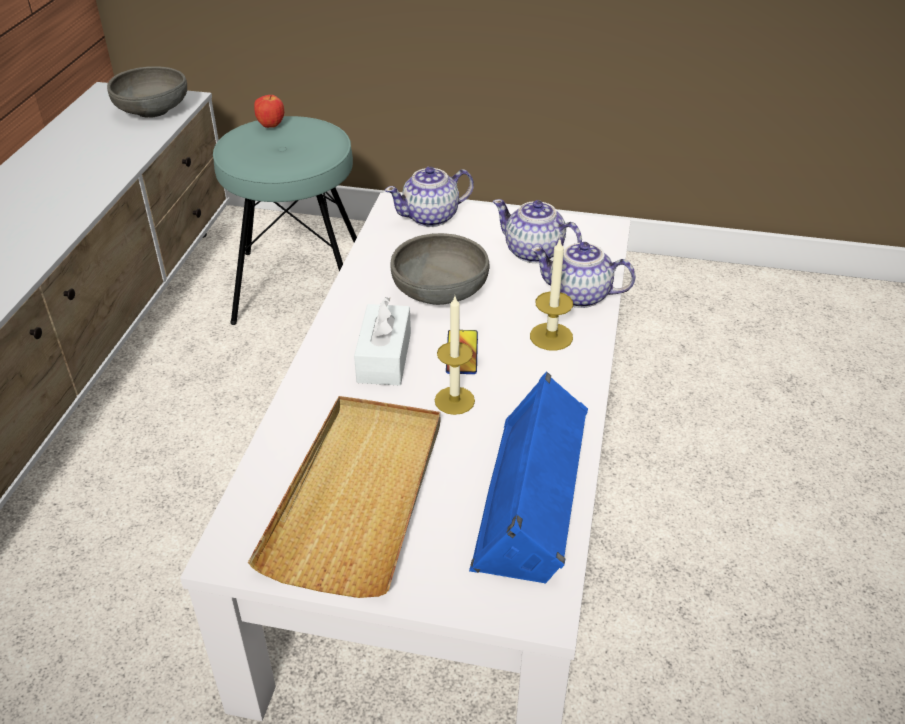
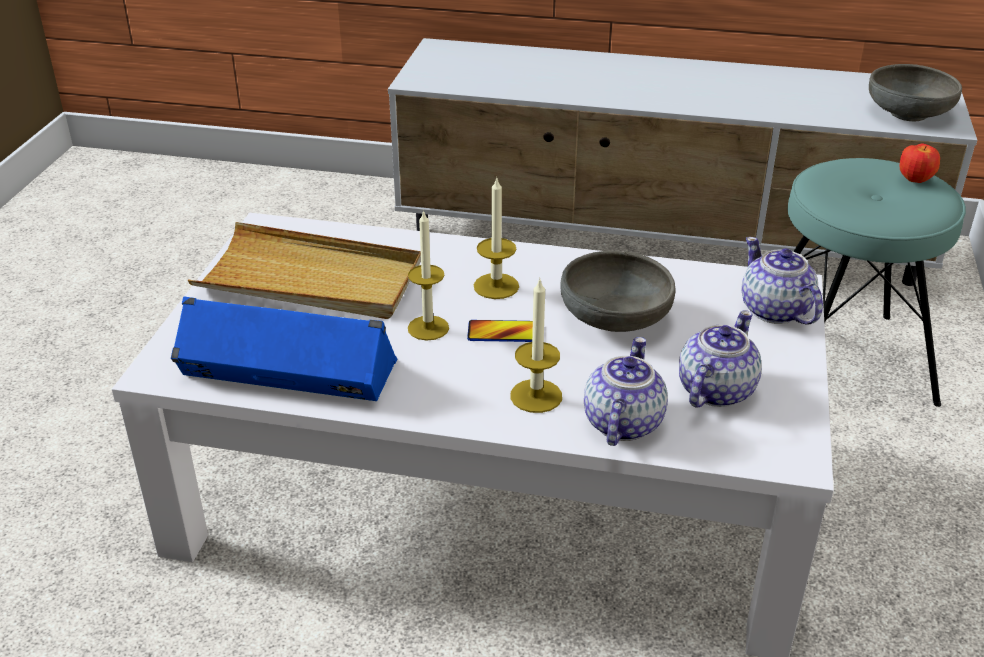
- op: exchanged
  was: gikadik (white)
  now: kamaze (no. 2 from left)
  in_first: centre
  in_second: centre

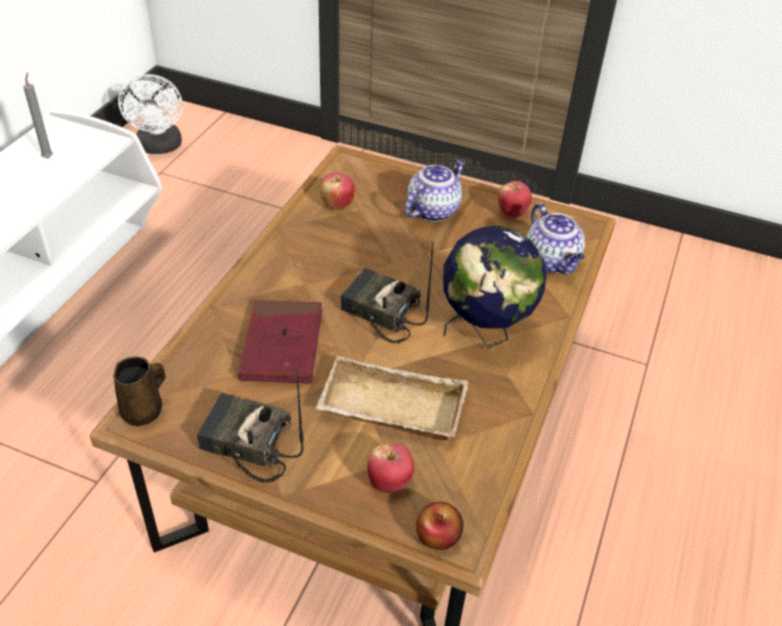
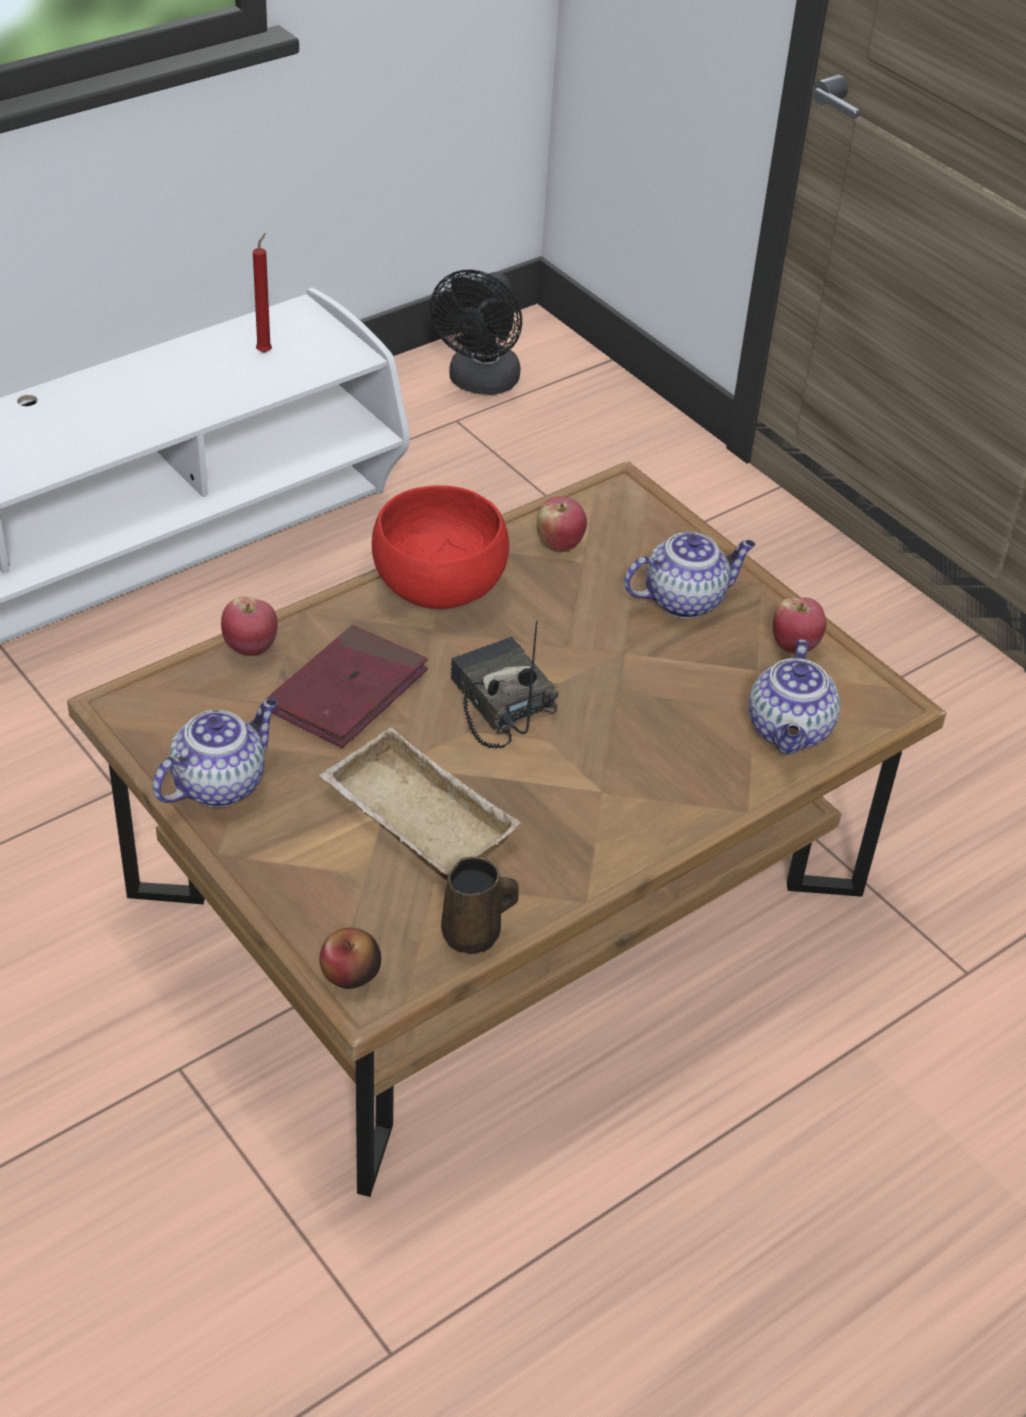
- op: missing
  was: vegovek
  in_first: centre
- op: appeared
  now: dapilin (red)
  in_second: centre
- op: relocated
  was: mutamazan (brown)
  in_first: middle left
  in_second: centre
- op: relocated
  was: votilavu (no. 2 from left in the first image)
  now: votilavu (no. 1 from left)
  in_first: bottom centre
  in_second: middle left
- op: exchanged
  was: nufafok (no. 1 from left)
  now: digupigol (no. 1 from left)
  in_first: bottom left
  in_second: middle left
- op: colour
  was: kamaze (grey)
  now: kamaze (red)
  in_first: top left
  in_second: top left
- op: colour
  was: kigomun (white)
  now: kigomun (black)
  in_first: top left
  in_second: top centre

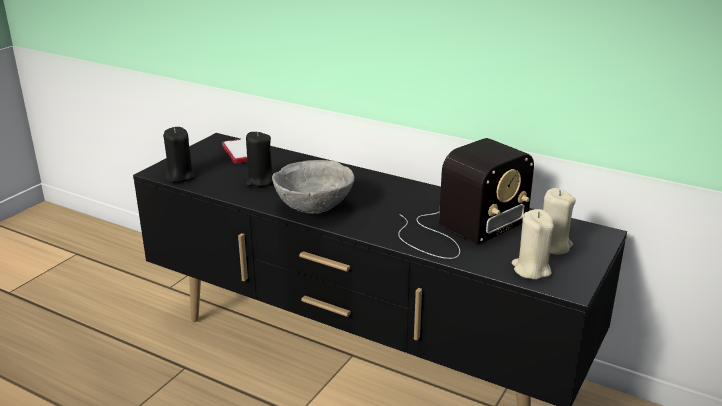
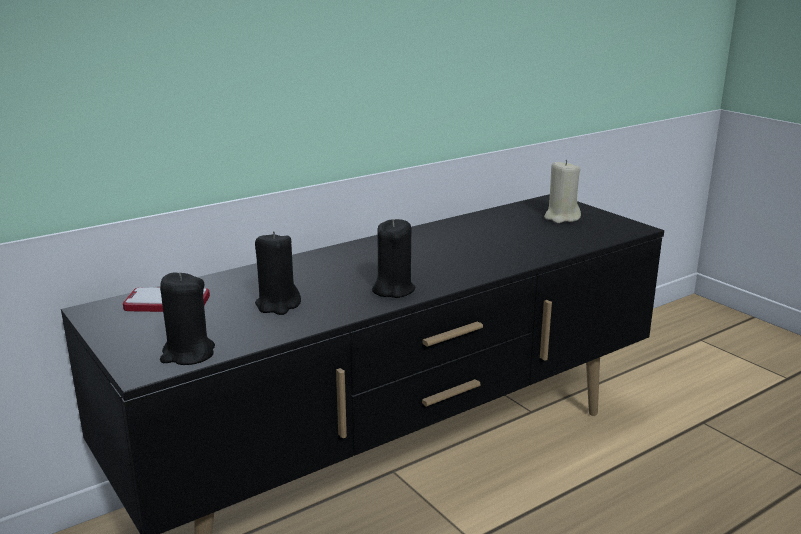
- op: missing
  was: nufafok
  in_first: centre
- op: missing
  was: kamaze (beige) (no. 1 from left)
  in_first: middle right
- op: exchanged
  was: dapilin (grey)
  now: kamaze (black) (no. 3 from left)
  in_first: centre
  in_second: centre

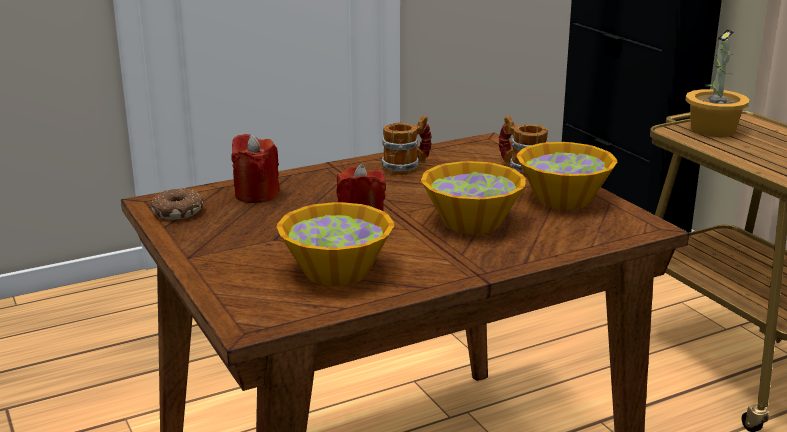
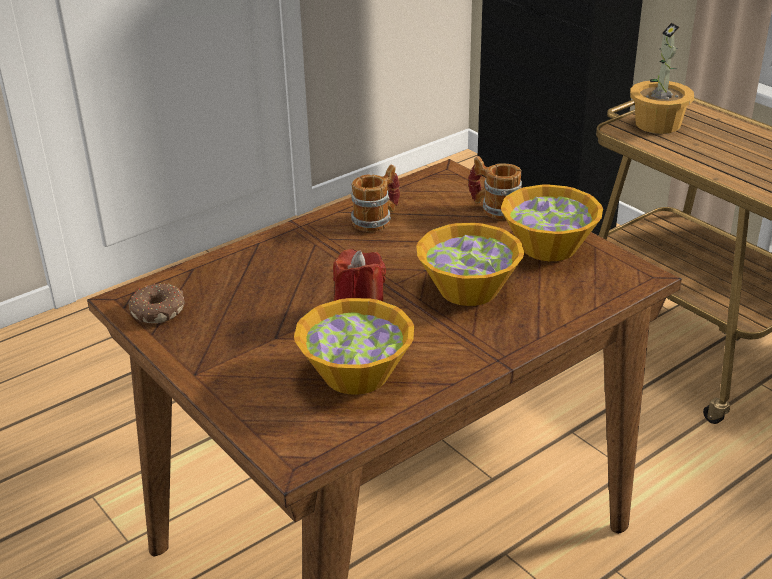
- op: missing
  was: kamaze (red) (no. 1 from left)
  in_first: middle left

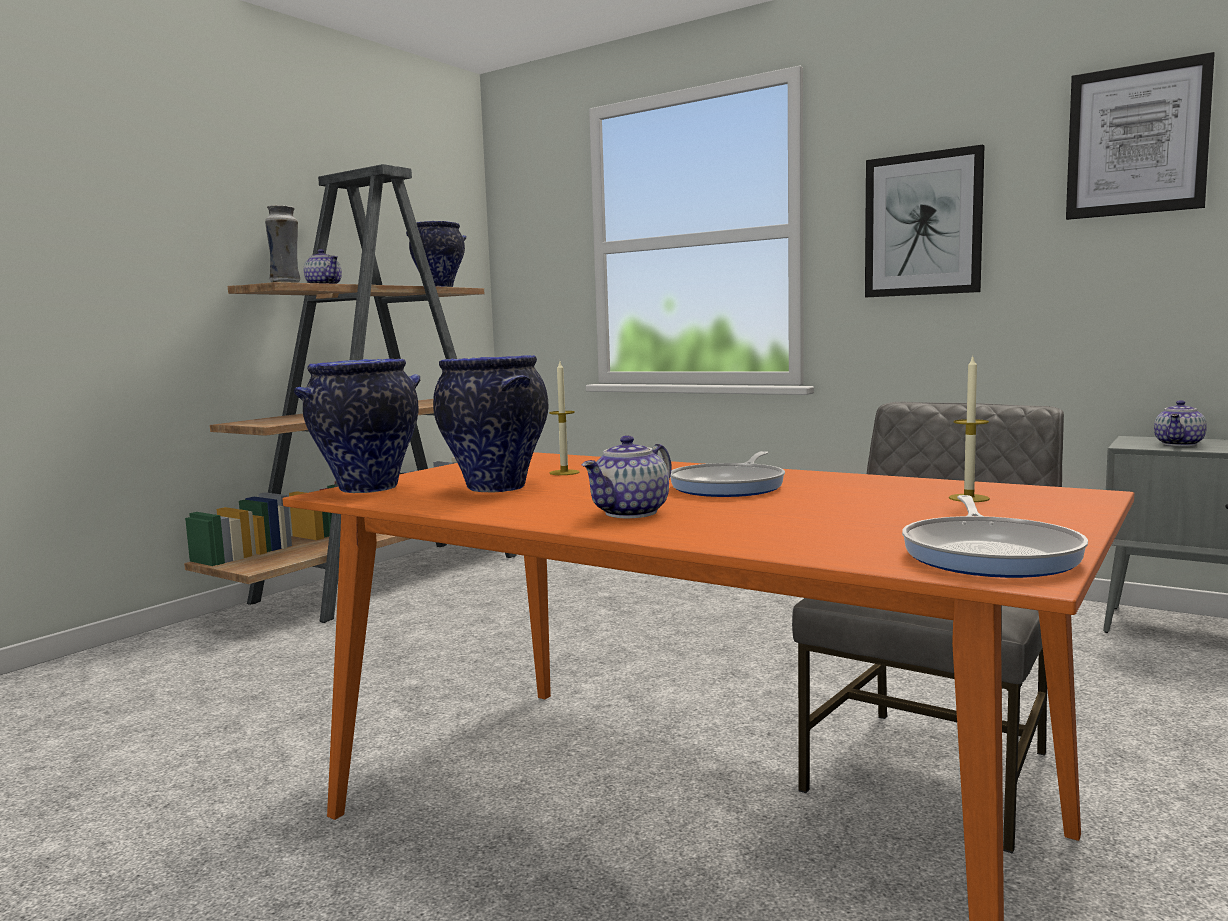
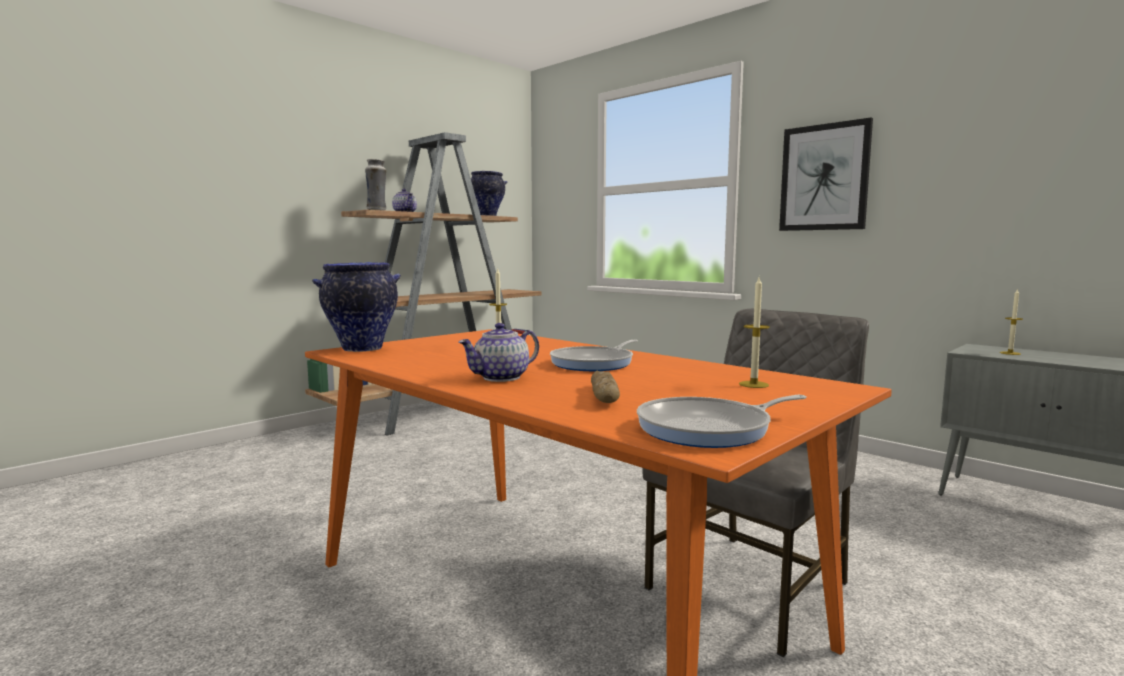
- op: missing
  was: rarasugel (no. 4 from left)
  in_first: centre
- op: missing
  was: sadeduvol (no. 2 from left)
  in_first: top right
- op: appeared
  now: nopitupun
  in_second: centre
- op: exchanged
  was: digupigol (no. 3 from left)
  now: kamaze (no. 3 from left)
  in_first: middle right
  in_second: middle right
- op: spun
  was: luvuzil (no. 2 from left)
  in_first: middle right
  in_second: centre
  clockwise: 45

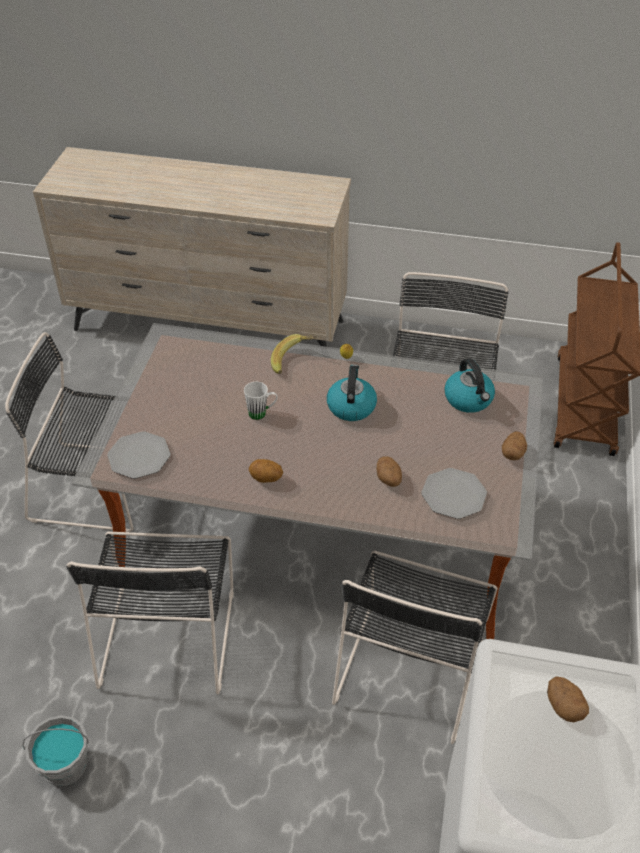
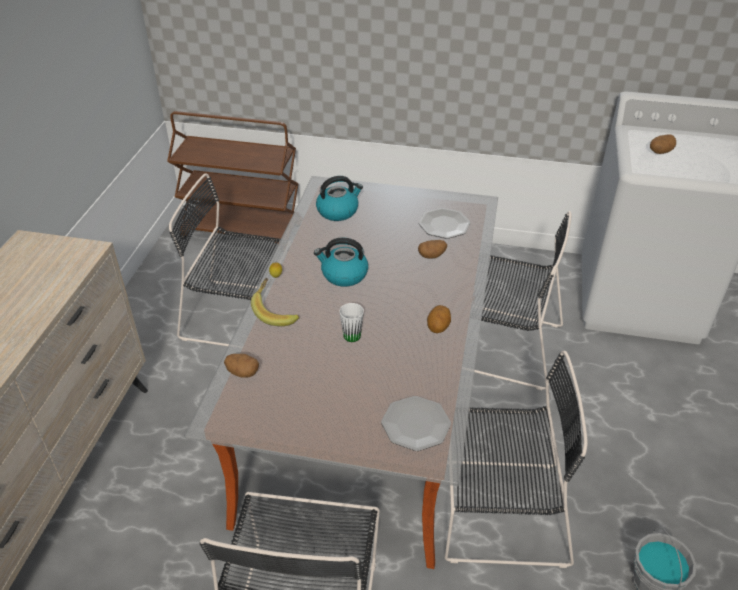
- op: relocated
  was: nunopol (no. 3 from left in the first image)
  now: nunopol (no. 1 from left)
  in_first: middle right
  in_second: middle left

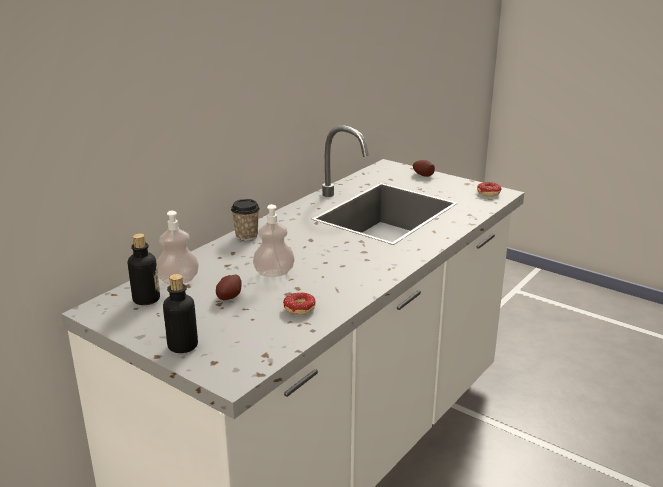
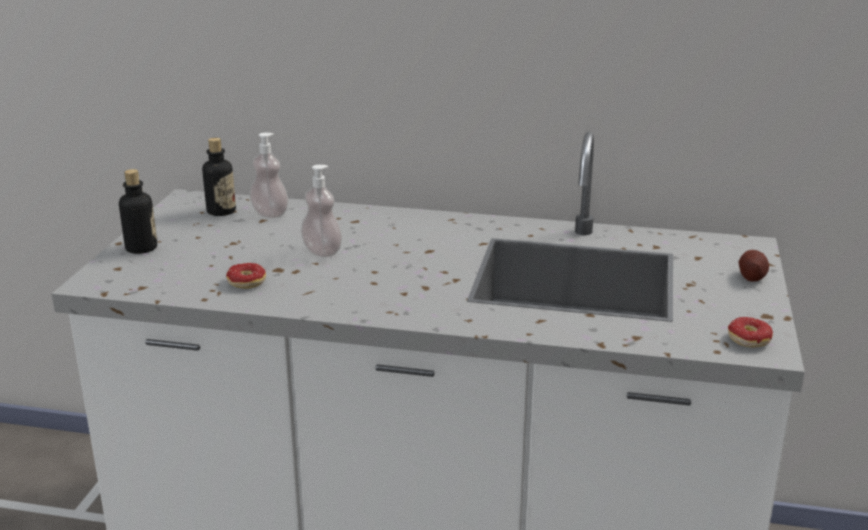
- op: missing
  was: nunopol (no. 1 from left)
  in_first: centre
- op: missing
  was: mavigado
  in_first: centre

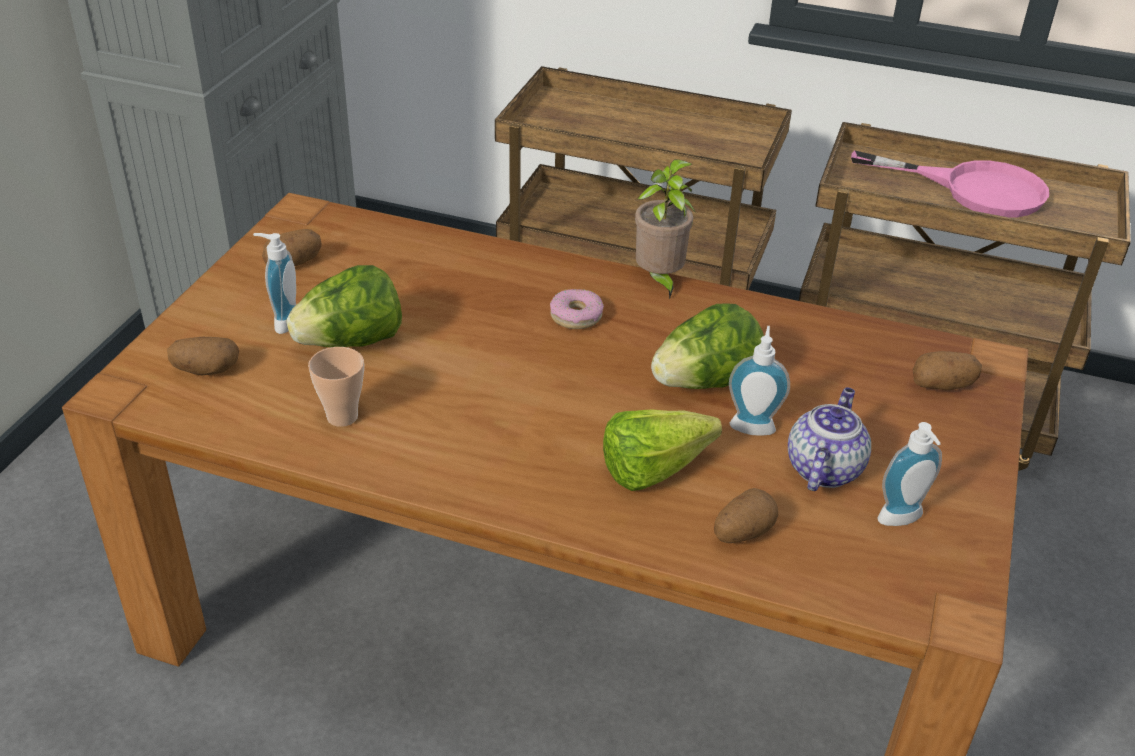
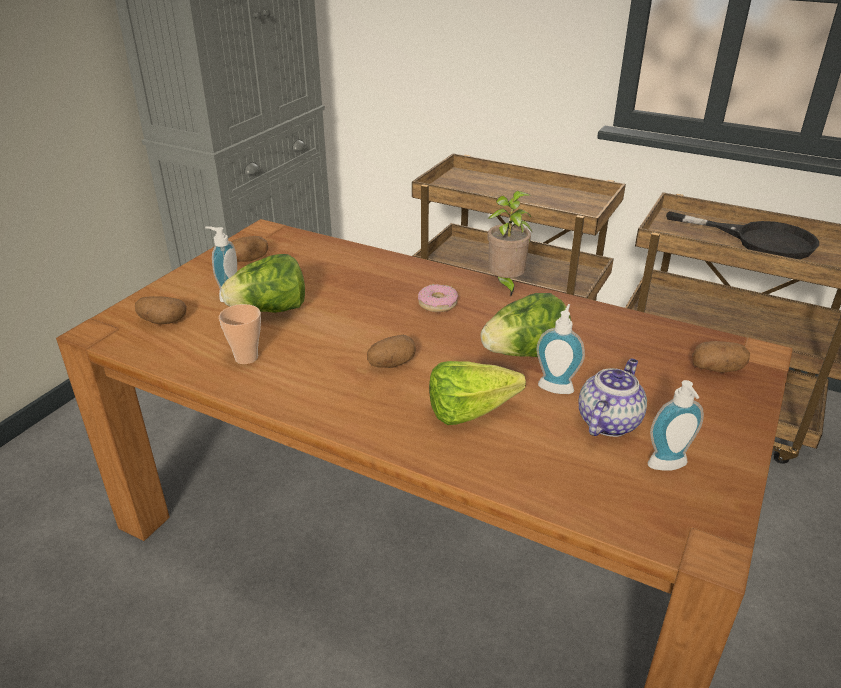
- op: relocated
  was: nunopol (no. 3 from left)
  in_first: bottom centre
  in_second: centre
- op: colour
  was: luvuzil (pink)
  now: luvuzil (black)
  in_first: top right
  in_second: middle right

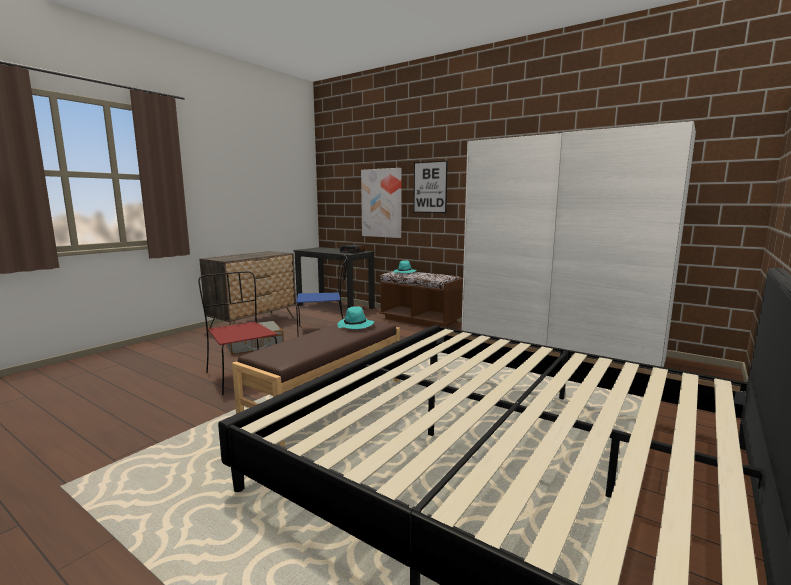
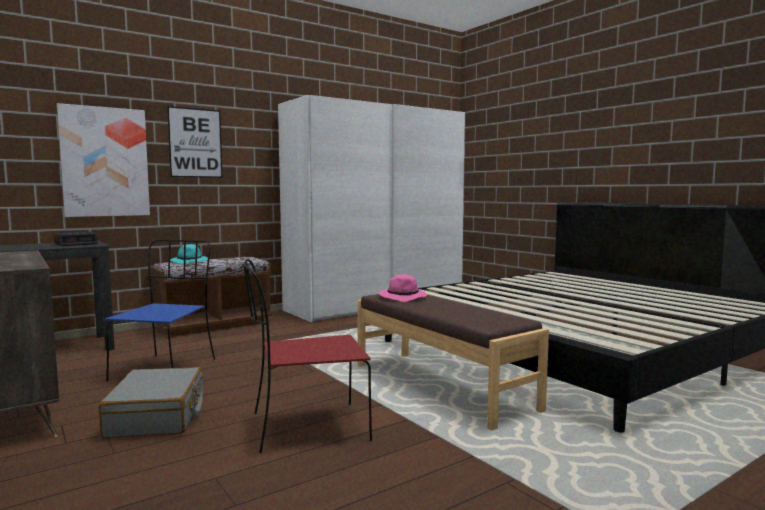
- op: colour
  was: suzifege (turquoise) (no. 1 from left)
  now: suzifege (pink)
  in_first: centre
  in_second: centre

